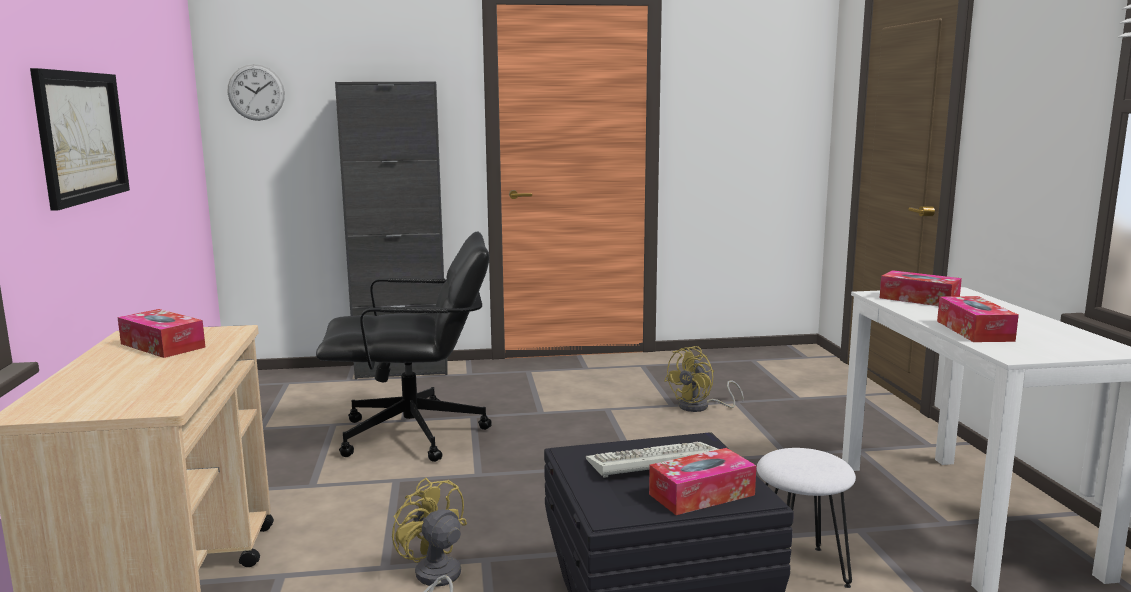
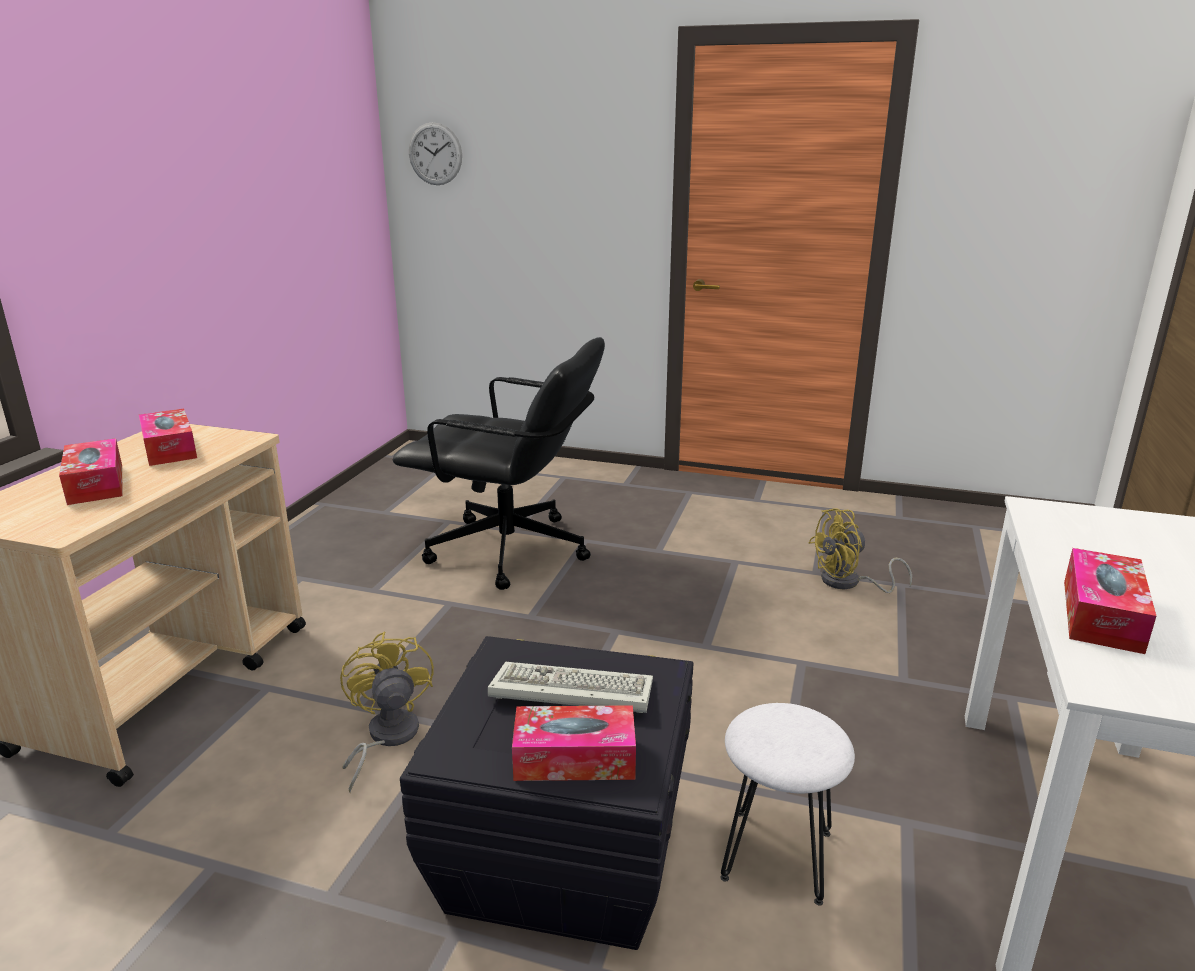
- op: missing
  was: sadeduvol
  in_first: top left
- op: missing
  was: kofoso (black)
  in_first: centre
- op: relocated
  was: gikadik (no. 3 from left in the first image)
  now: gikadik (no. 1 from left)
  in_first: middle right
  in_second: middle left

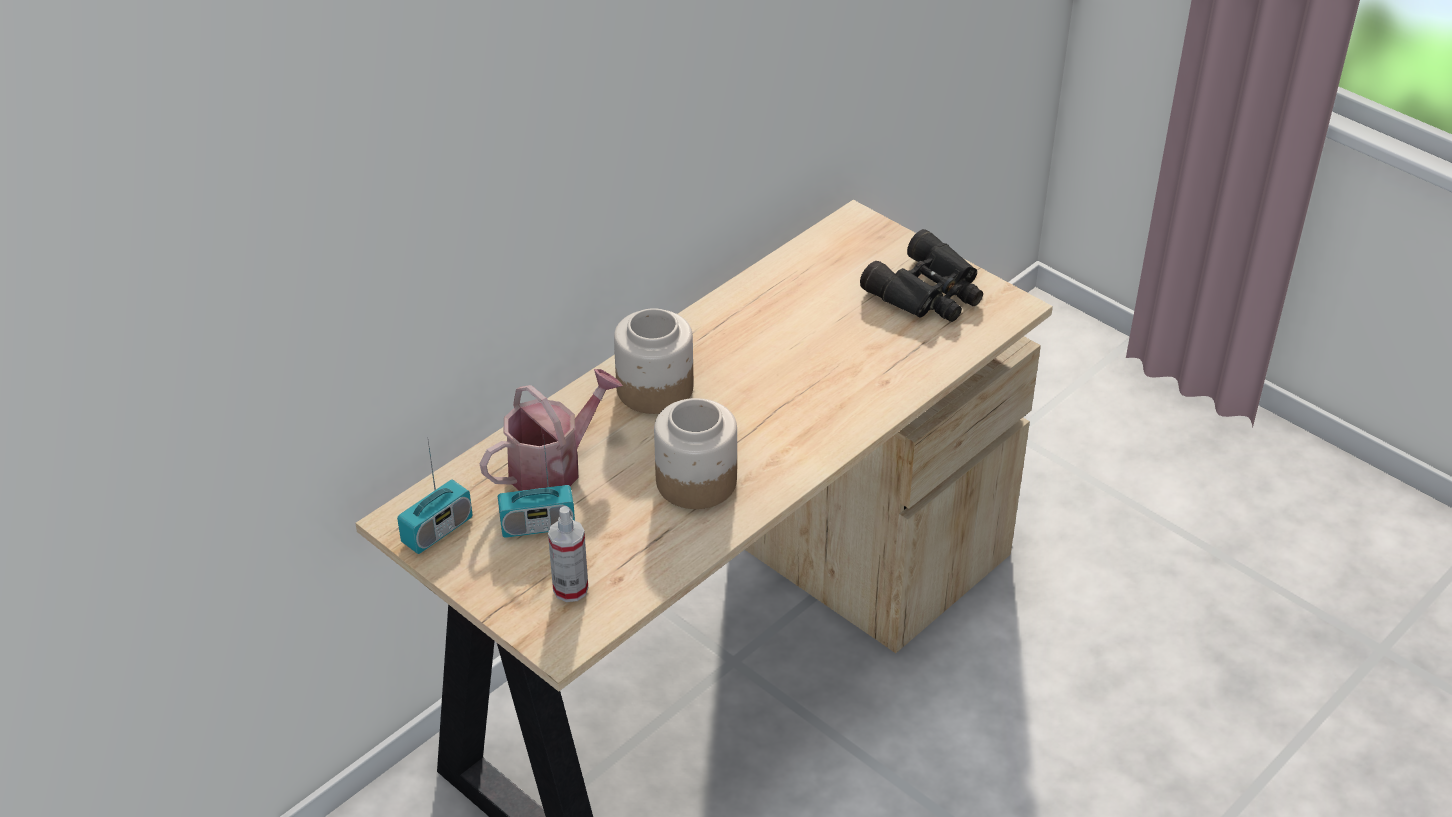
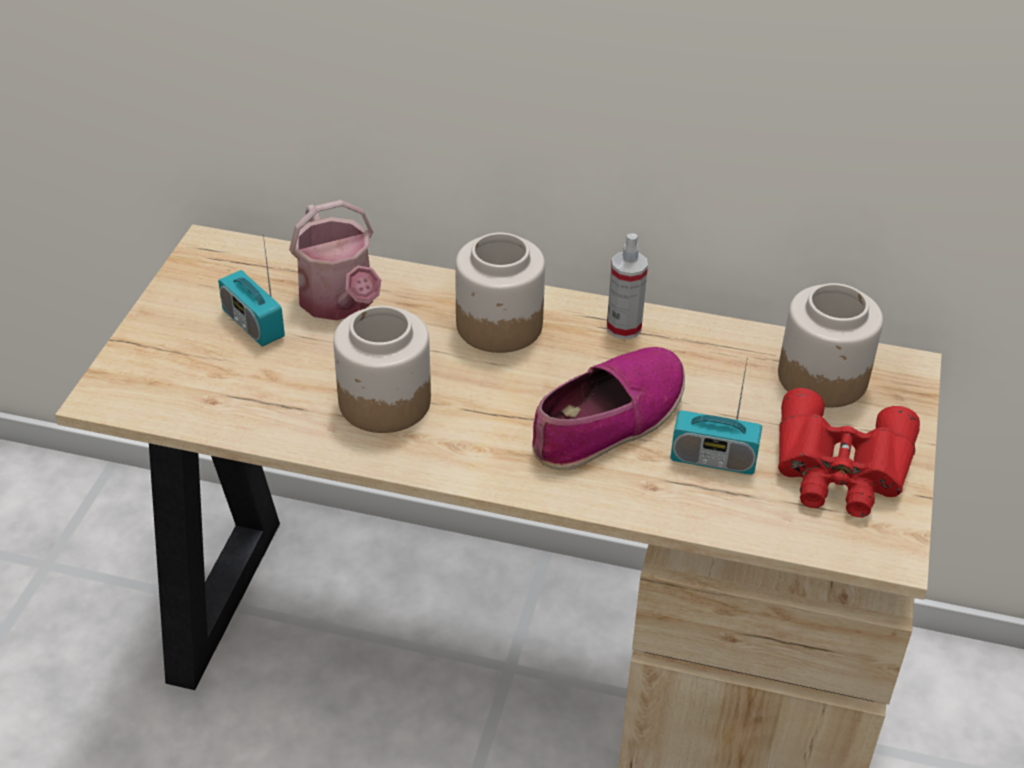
- op: appeared
  now: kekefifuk
  in_second: centre
- op: appeared
  now: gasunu (no. 3 from left)
  in_second: middle right
- op: relocated
  was: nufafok (no. 1 from left in the first image)
  now: nufafok (no. 2 from left)
  in_first: middle left
  in_second: middle right
- op: relocated
  was: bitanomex
  in_first: bottom centre
  in_second: centre
- op: colour
  was: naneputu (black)
  now: naneputu (red)
  in_first: centre
  in_second: middle right
- op: spun
  was: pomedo
  in_first: centre
  in_second: middle left
  clockwise: 45

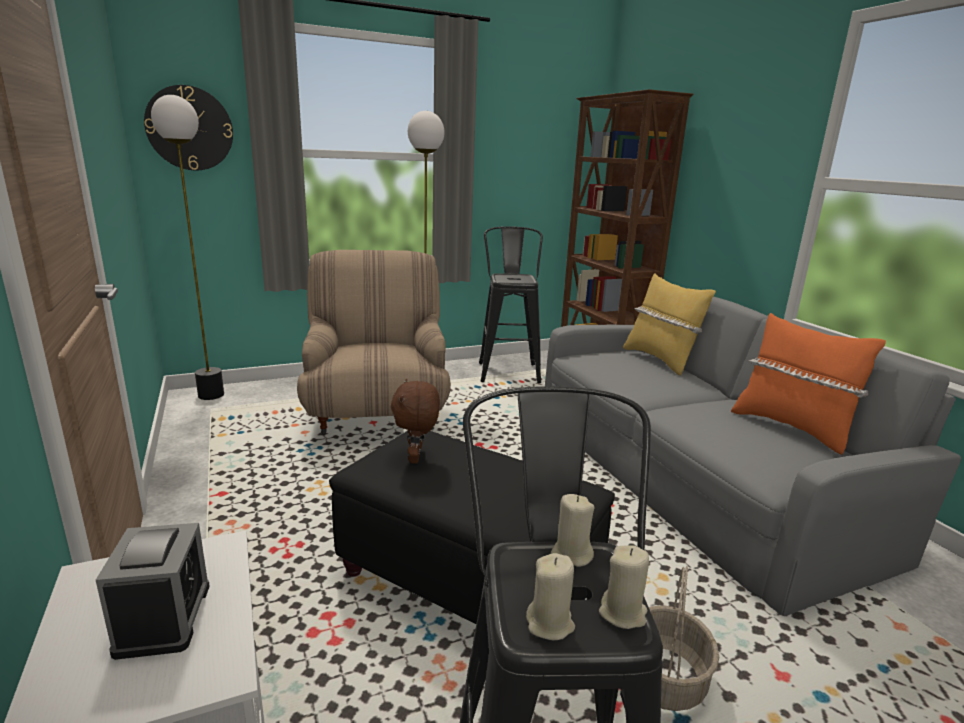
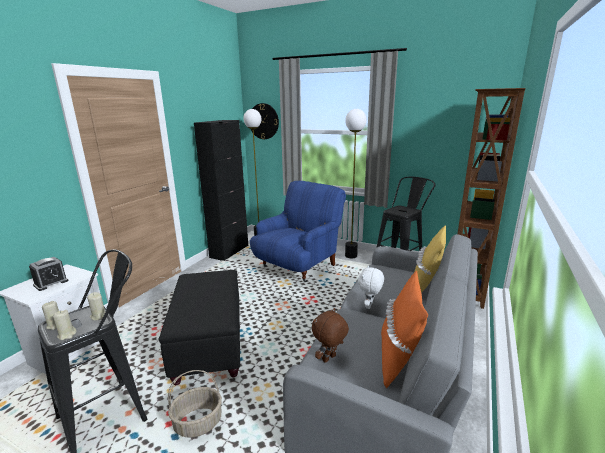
- op: appeared
  now: kofoso (black)
  in_second: centre
- op: appeared
  now: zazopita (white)
  in_second: centre
- op: relocated
  was: zazopita (brown)
  in_first: centre
  in_second: bottom centre
- op: colour
  was: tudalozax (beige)
  now: tudalozax (blue)
  in_first: centre
  in_second: centre

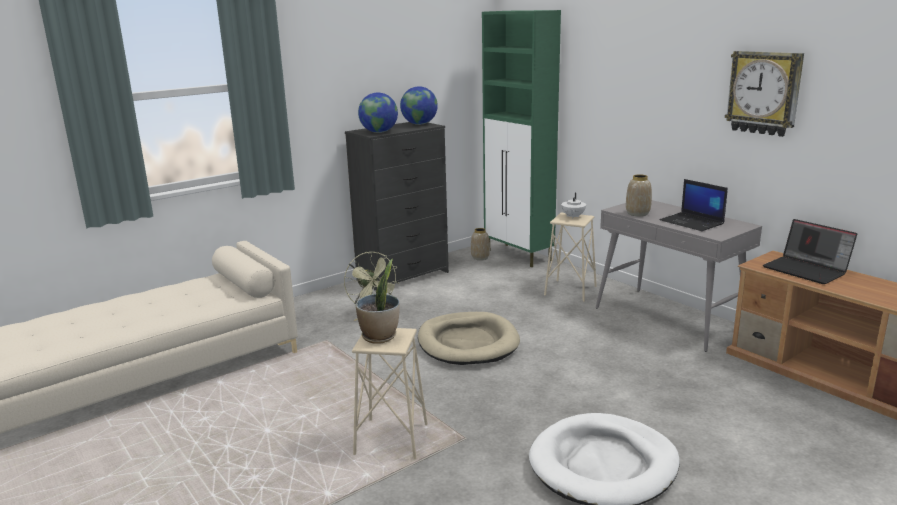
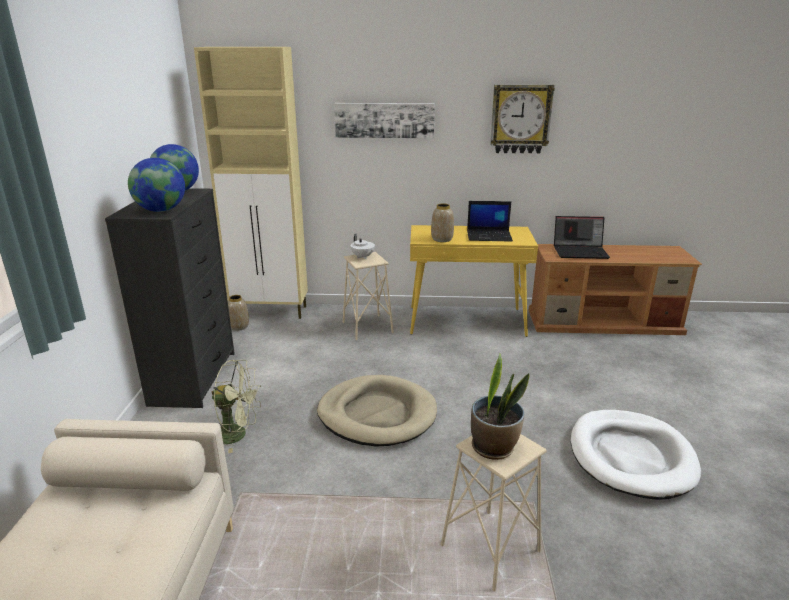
- op: appeared
  now: sadeduvol
  in_second: top centre
- op: colour
  was: kofoso (green)
  now: kofoso (beige)
  in_first: top centre
  in_second: top left
- op: colour
  was: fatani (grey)
  now: fatani (yellow)
  in_first: middle right
  in_second: centre

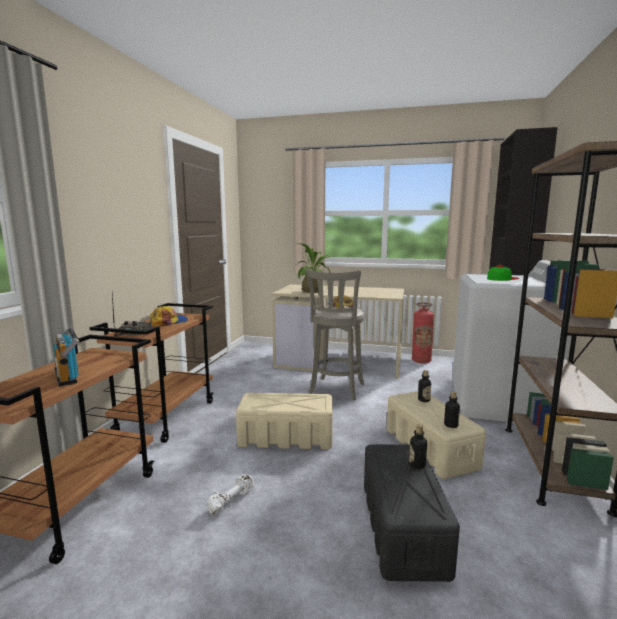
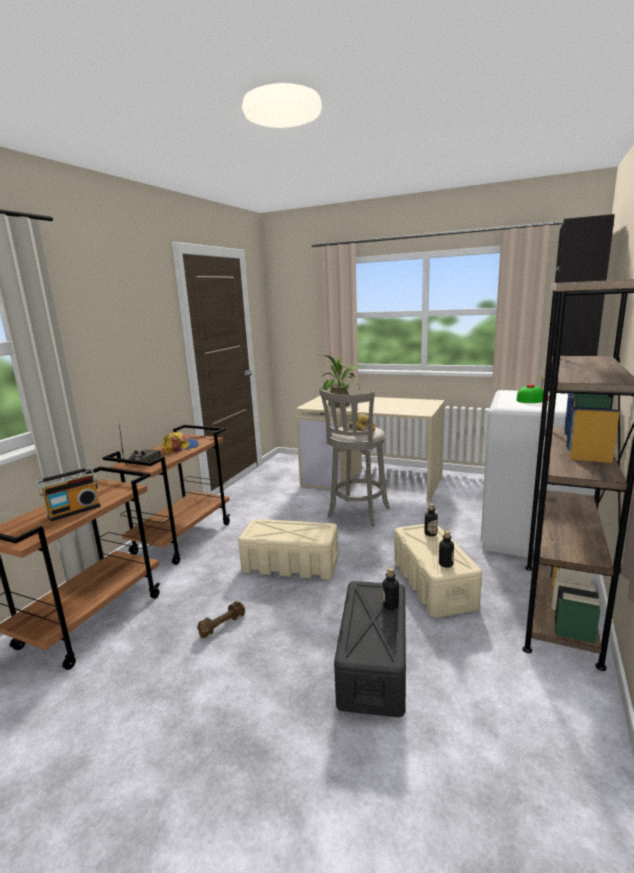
- op: missing
  was: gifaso
  in_first: middle right
- op: colour
  was: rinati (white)
  now: rinati (brown)
  in_first: bottom centre
  in_second: bottom centre
- op: spun
  was: nufafok (no. 1 from left)
  in_first: middle left
  in_second: middle left
  clockwise: -105

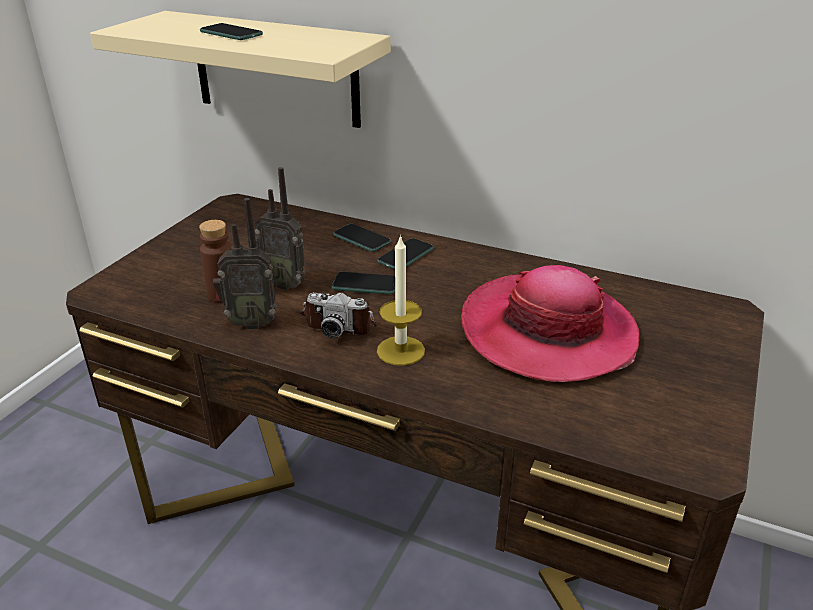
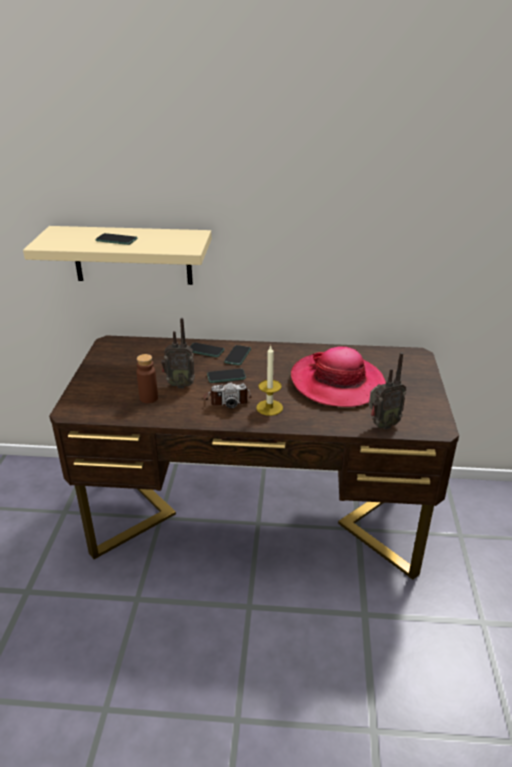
- op: relocated
  was: nufafok (no. 1 from left in the first image)
  now: nufafok (no. 2 from left)
  in_first: middle left
  in_second: middle right

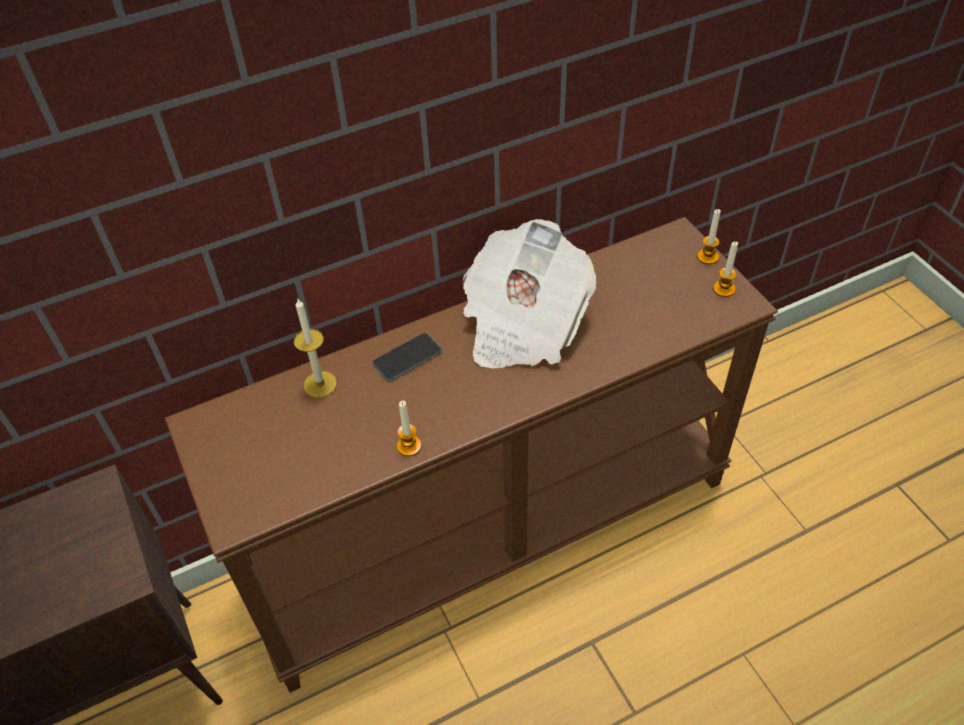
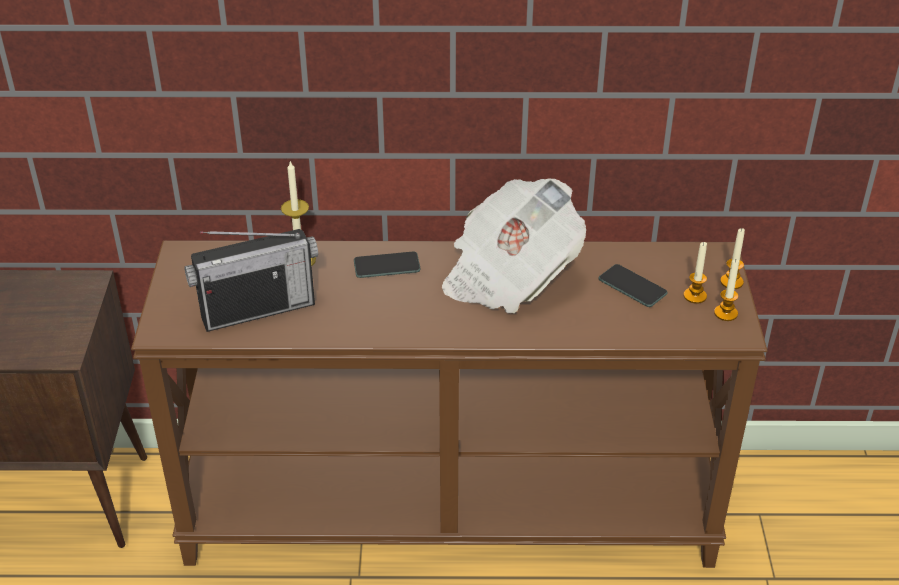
- op: appeared
  now: nufafok
  in_second: middle left
- op: appeared
  now: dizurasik (no. 2 from left)
  in_second: middle right
- op: relocated
  was: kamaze (no. 2 from left)
  in_first: centre
  in_second: middle right

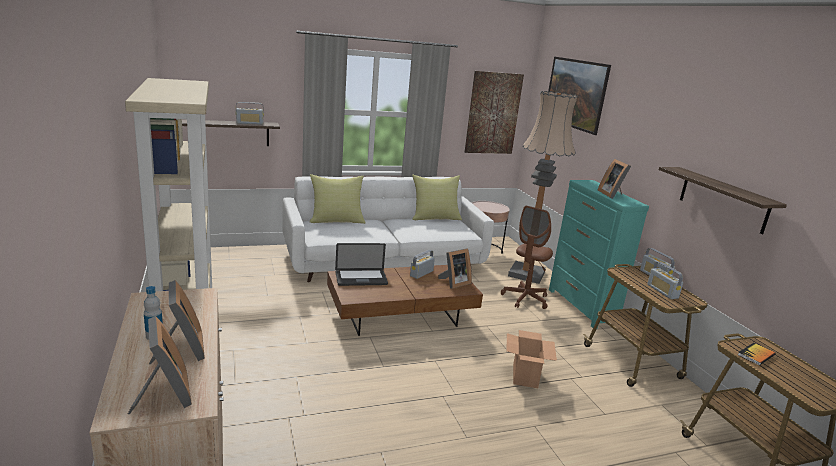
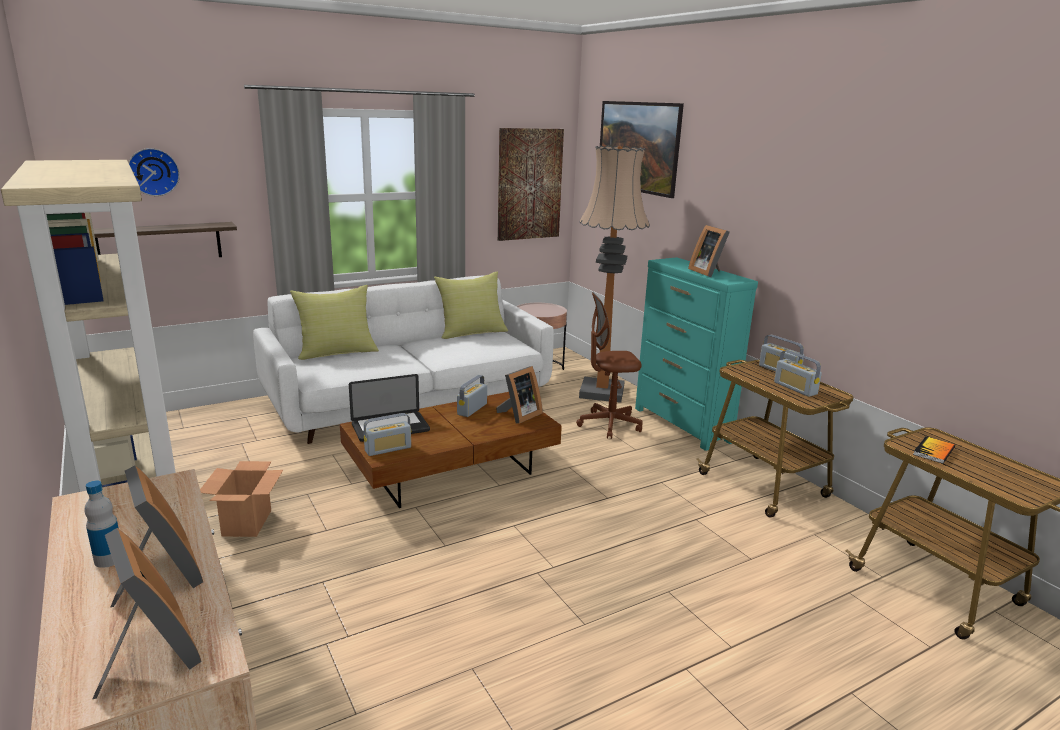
- op: missing
  was: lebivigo (no. 2 from left)
  in_first: middle right
- op: appeared
  now: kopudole
  in_second: top left
- op: relocated
  was: nufafok (no. 1 from left)
  in_first: top left
  in_second: centre
- op: relocated
  was: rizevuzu
  in_first: bottom centre
  in_second: bottom left
- op: spun
  was: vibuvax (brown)
  in_first: centre
  in_second: centre
  clockwise: 60

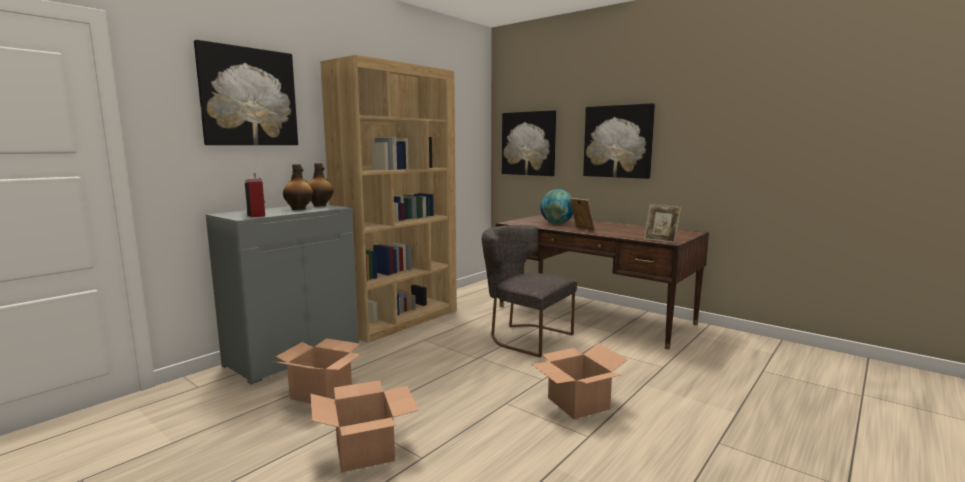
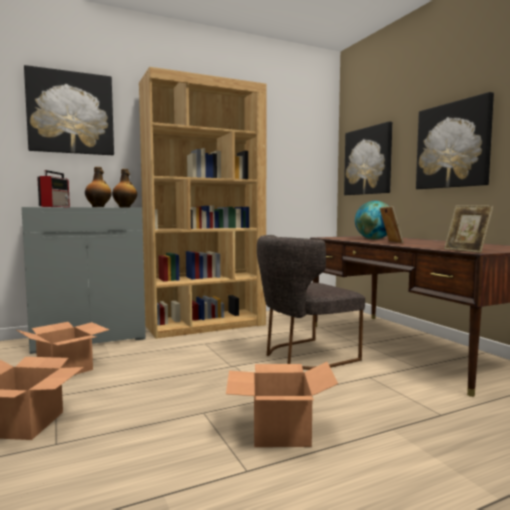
- op: spun
  was: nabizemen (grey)
  in_first: centre
  in_second: centre
  clockwise: -90

